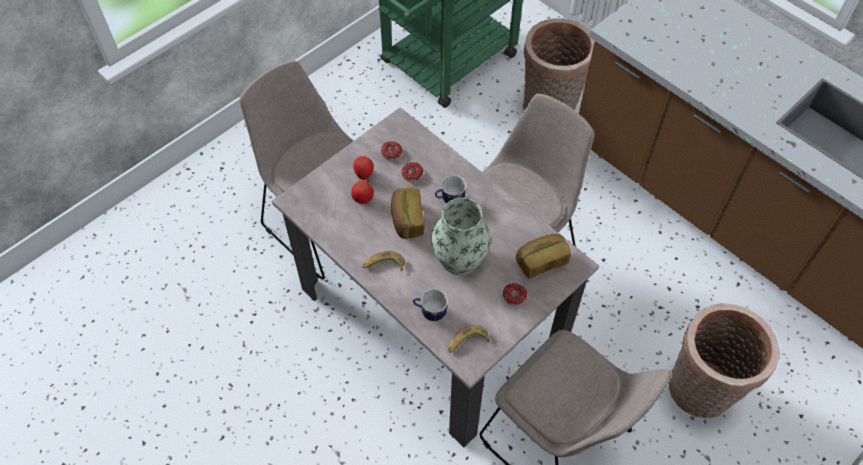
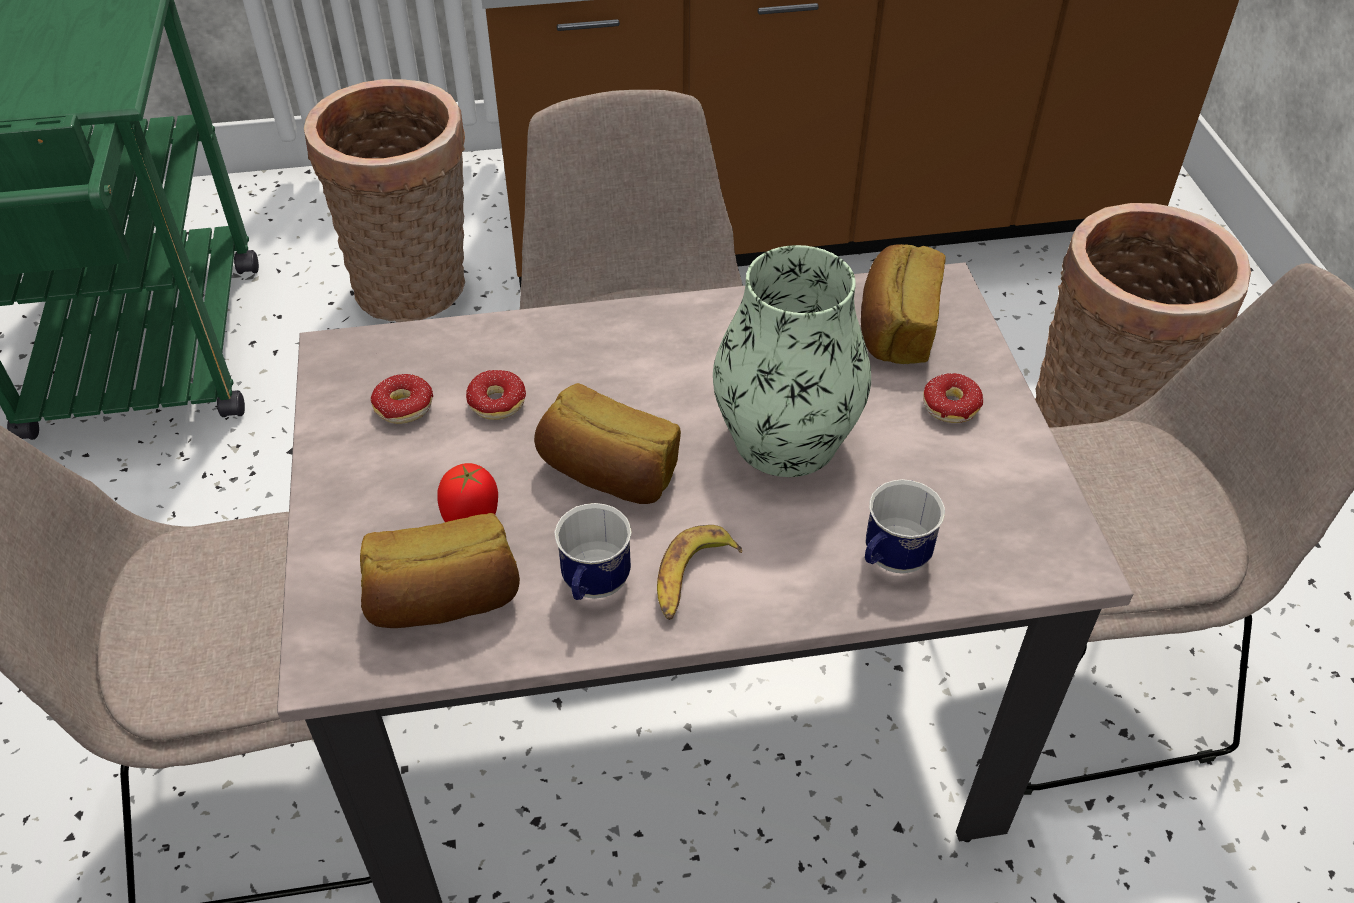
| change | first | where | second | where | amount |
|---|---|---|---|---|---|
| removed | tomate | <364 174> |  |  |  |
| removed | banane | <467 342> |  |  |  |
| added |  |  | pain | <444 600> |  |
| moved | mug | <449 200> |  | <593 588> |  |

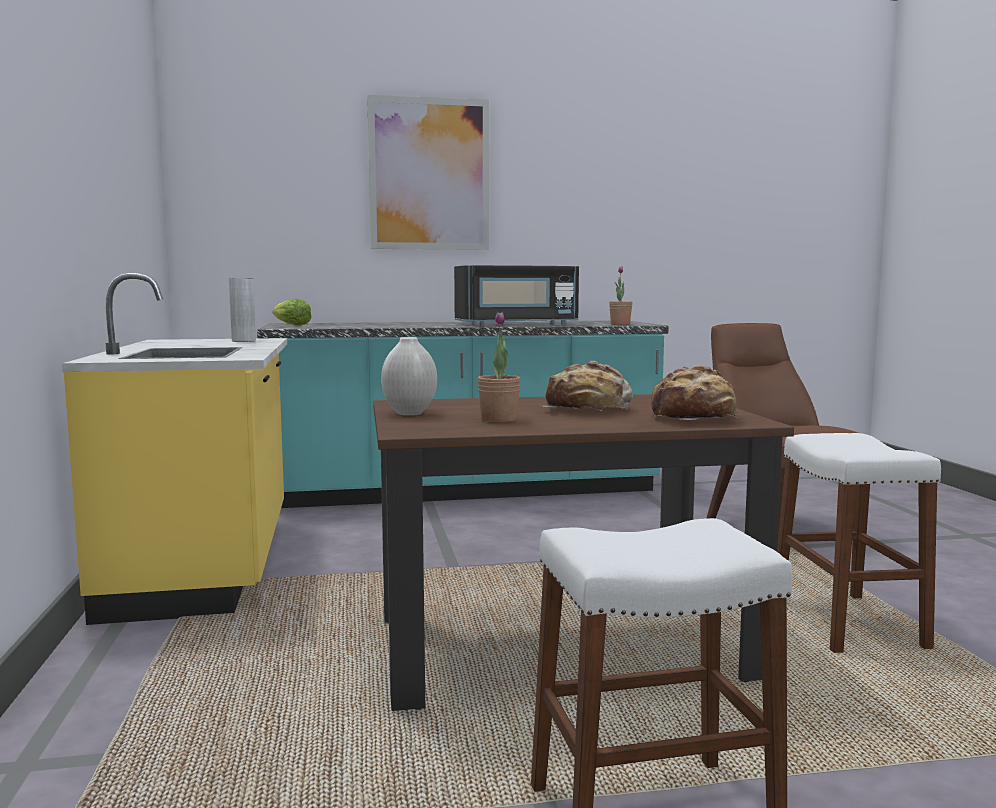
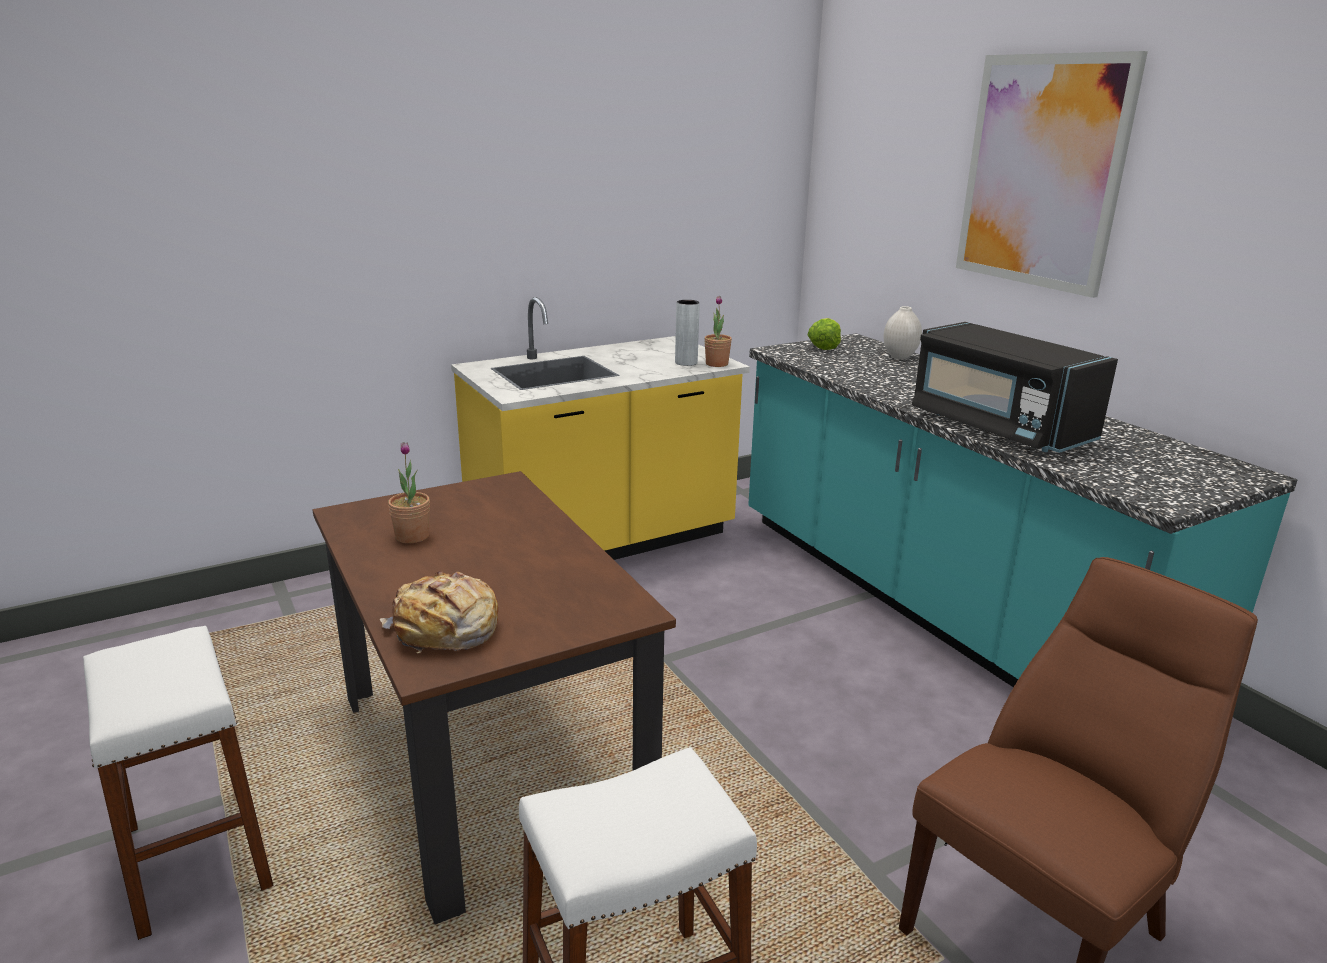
| change | first | where | second | where | amount |
|---|---|---|---|---|---|
| removed | pain | <588 409> |  |  |  |
| moved | vase/blanc | <409 413> |  | <899 357> |  |
| moved | plante en pot | <620 324> |  | <717 364> |  |

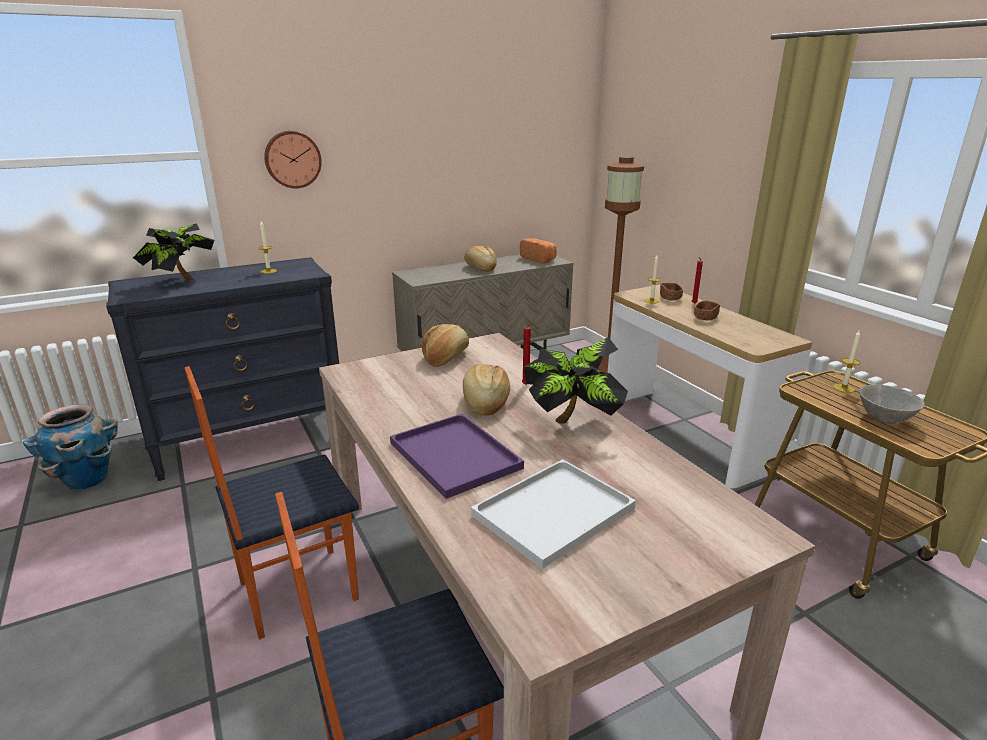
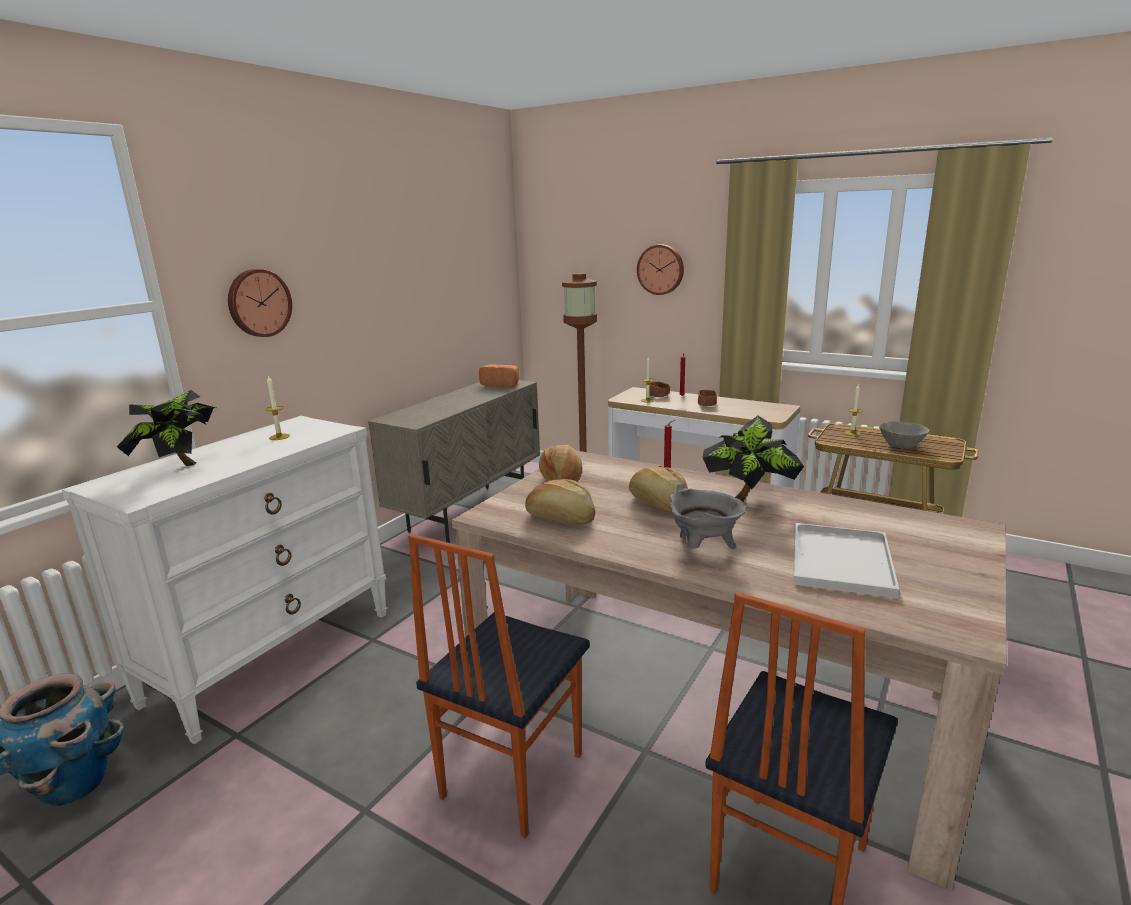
| change | first | where | second | where | amount |
|---|---|---|---|---|---|
| added |  |  | horloge murale | <661 269> |  |
| moved | pain | <480 268> |  | <560 518> |  |
| replaced | plateau/violet | <452 455> | marmite/gris | <703 549> |  |
| recoloured | commode/noir | <252 439> | commode/blanc | <273 655> |  |

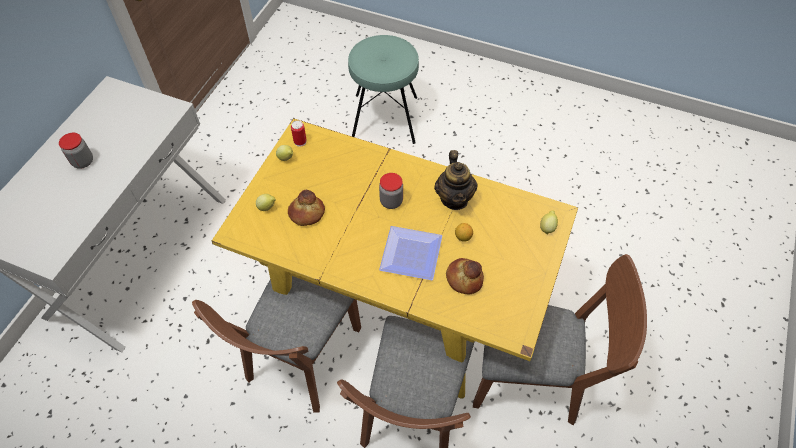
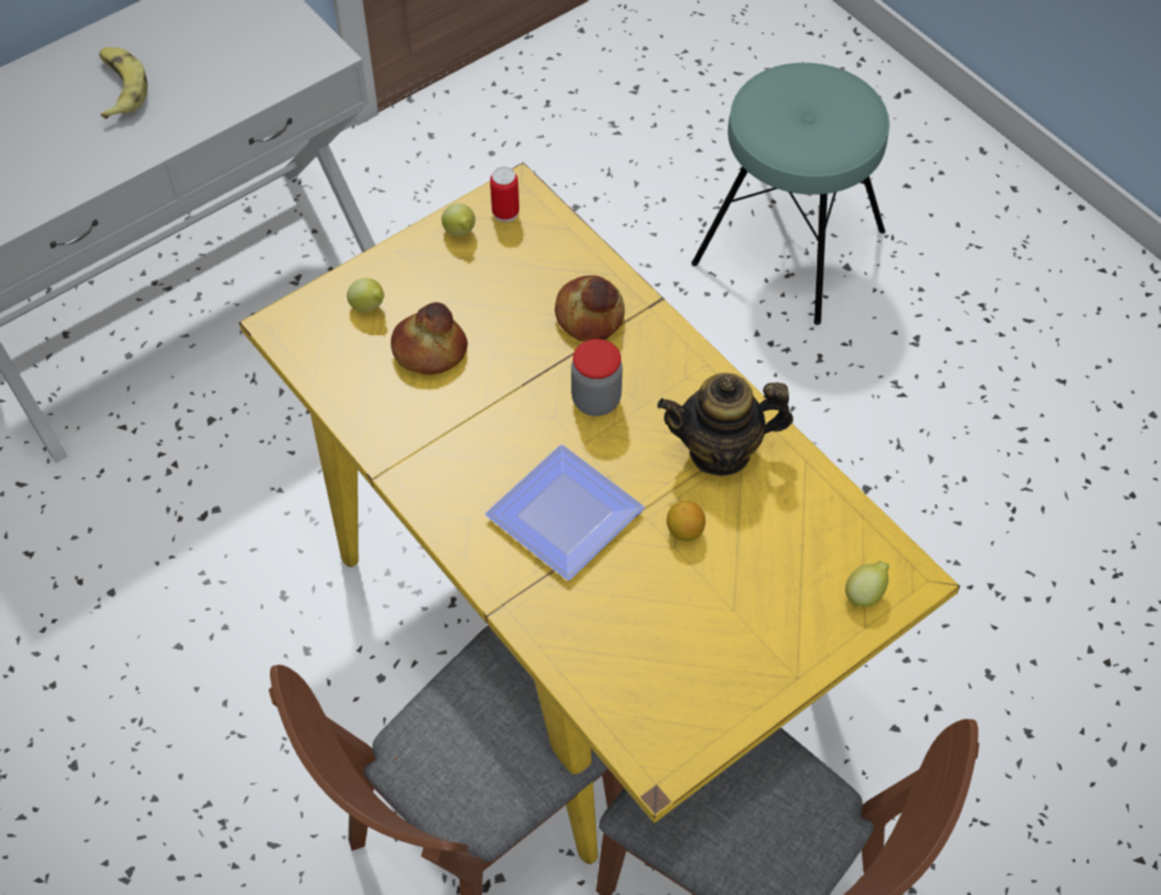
| change | first | where | second | where | amount |
|---|---|---|---|---|---|
| removed | chaise/marron | <300 362> |  |  |  |
| moved | pain | <464 279> |  | <590 316> |  |
| replaced | bocal | <83 161> | banane | <120 88> |  |
| turned | théière | <454 198> |  | <720 451> | 60 degrees clockwise |

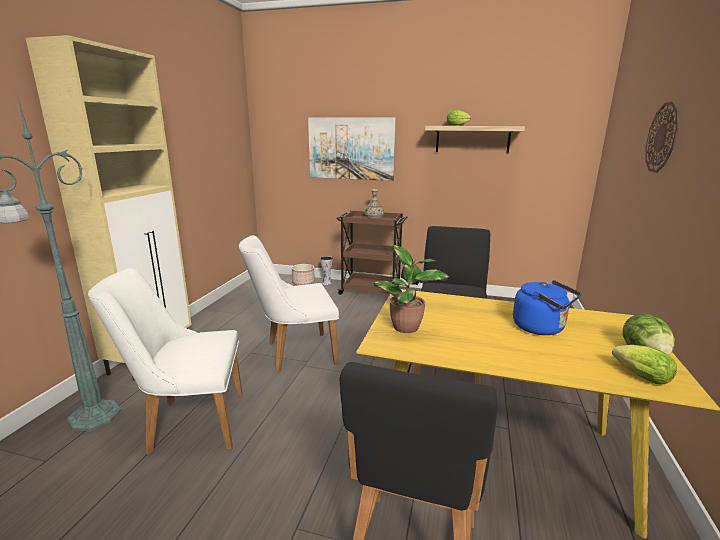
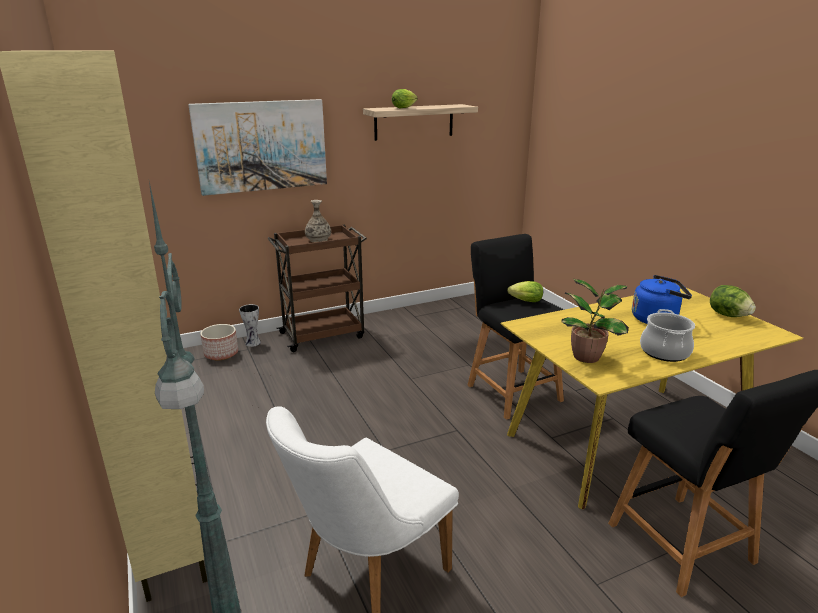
| change | first | where | second | where | amount |
|---|---|---|---|---|---|
| removed | chaise/blanc | <294 353> |  |  |  |
| removed | horloge murale | <662 137> |  |  |  |
| added |  |  | marmite | <665 352> |  |
| moved | laitue | <638 376> |  | <524 301> |  |

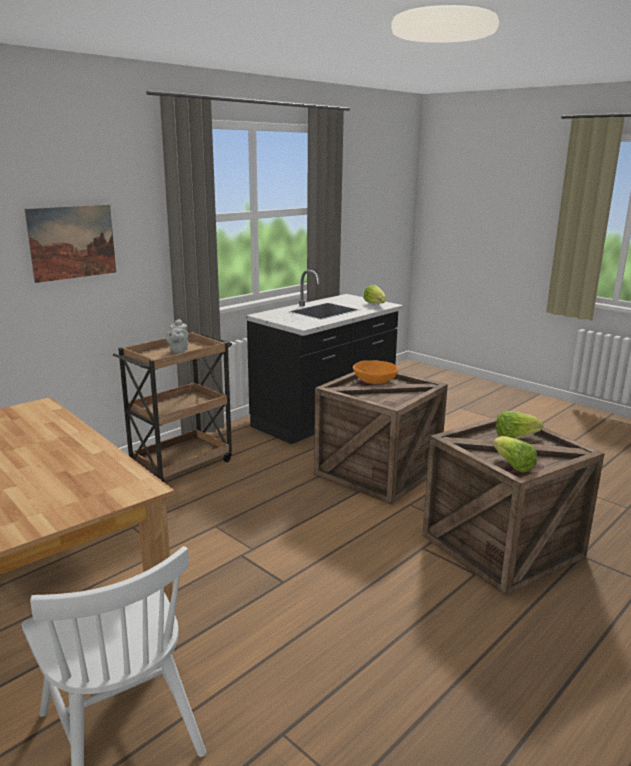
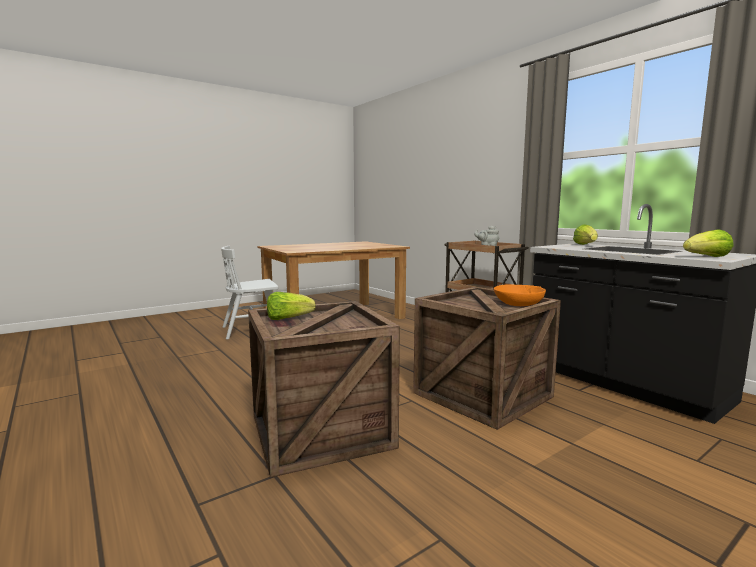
| change | first | where | second | where | amount |
|---|---|---|---|---|---|
| removed | tableau | <72 242> |  |  |  |
| moved | laitue | <515 436> |  | <585 245> |  |

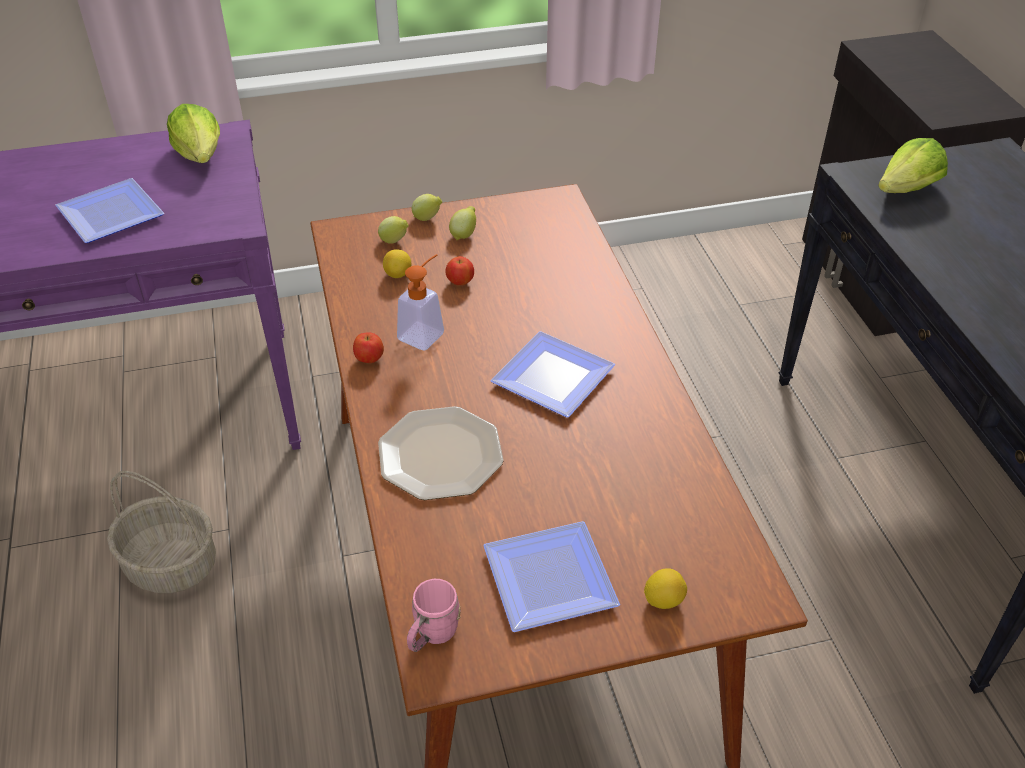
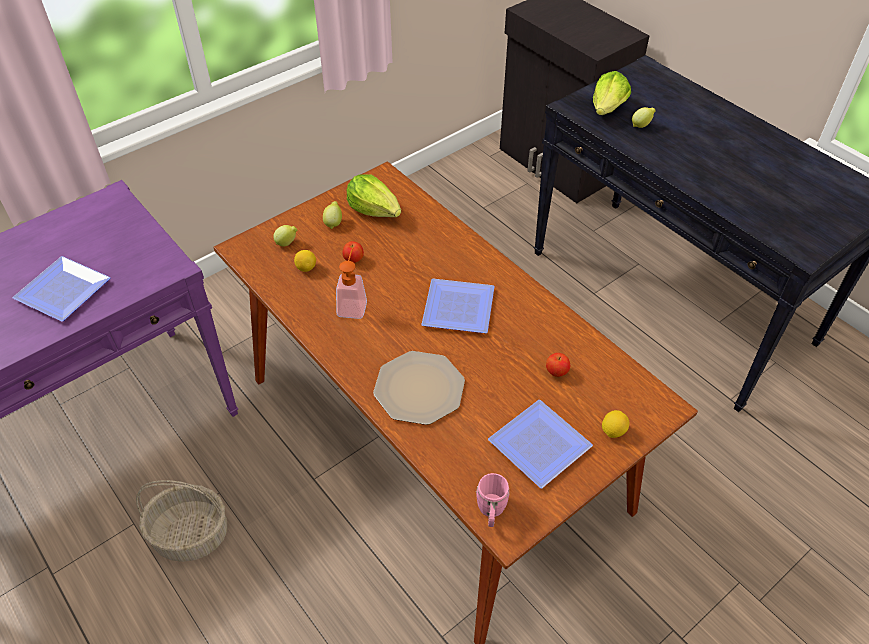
| change | first | where | second | where | amount |
|---|---|---|---|---|---|
| moved | laitue | <200 155> |  | <374 210> |  |
| moved | pomme | <369 359> |  | <556 372> |  |
| moved | citron | <427 218> |  | <641 125> |  |

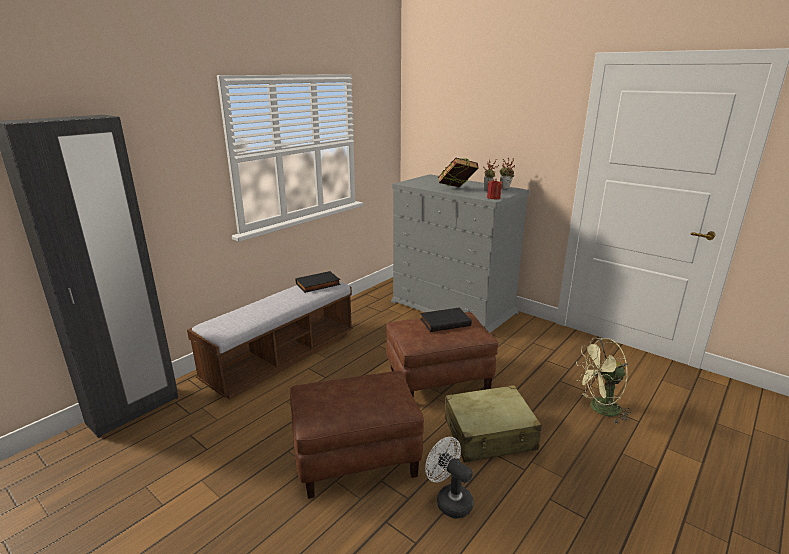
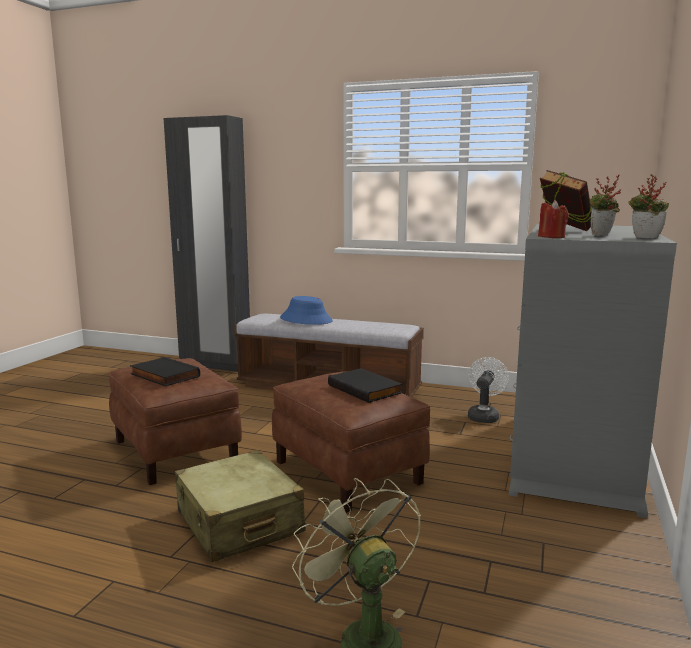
| change | first | where | second | where | amount |
|---|---|---|---|---|---|
| added |  |  | chapeau/bleu | <306 320> |  |
| moved | livre/noir | <318 284> |  | <163 376> |  |
| moved | ventilateur/blanc | <449 500> |  | <484 416> |  |

